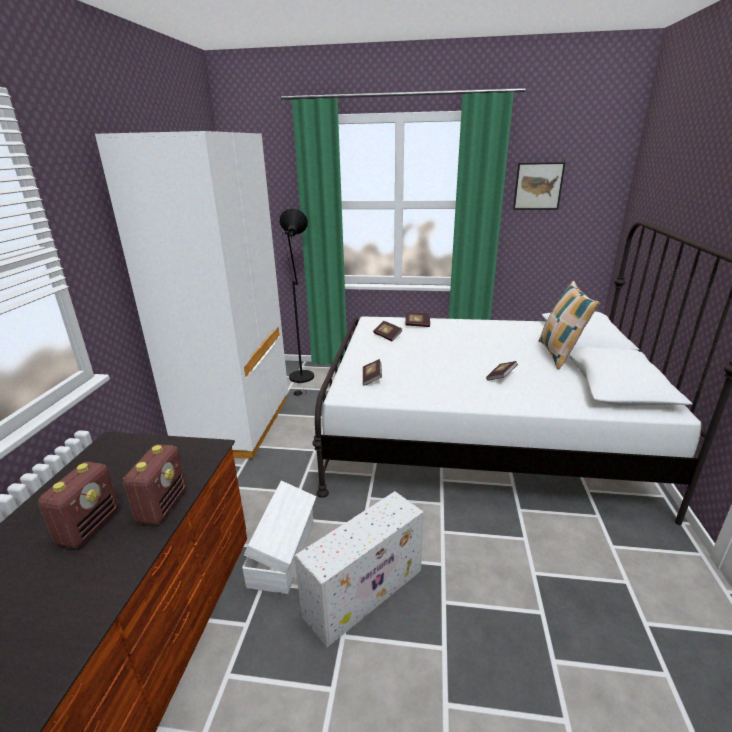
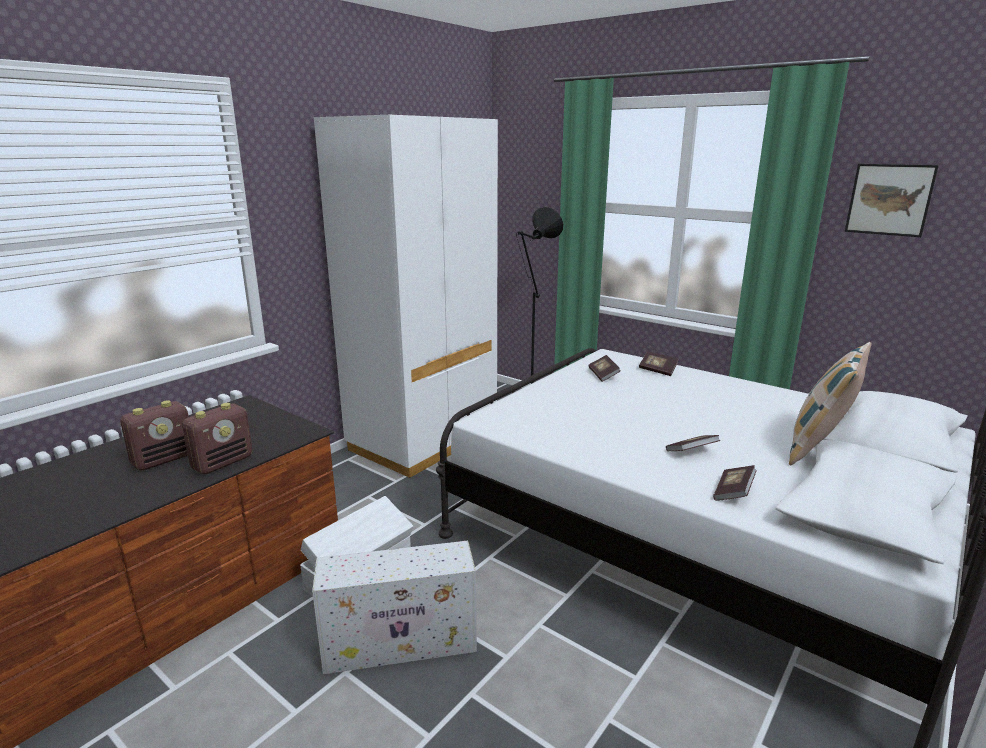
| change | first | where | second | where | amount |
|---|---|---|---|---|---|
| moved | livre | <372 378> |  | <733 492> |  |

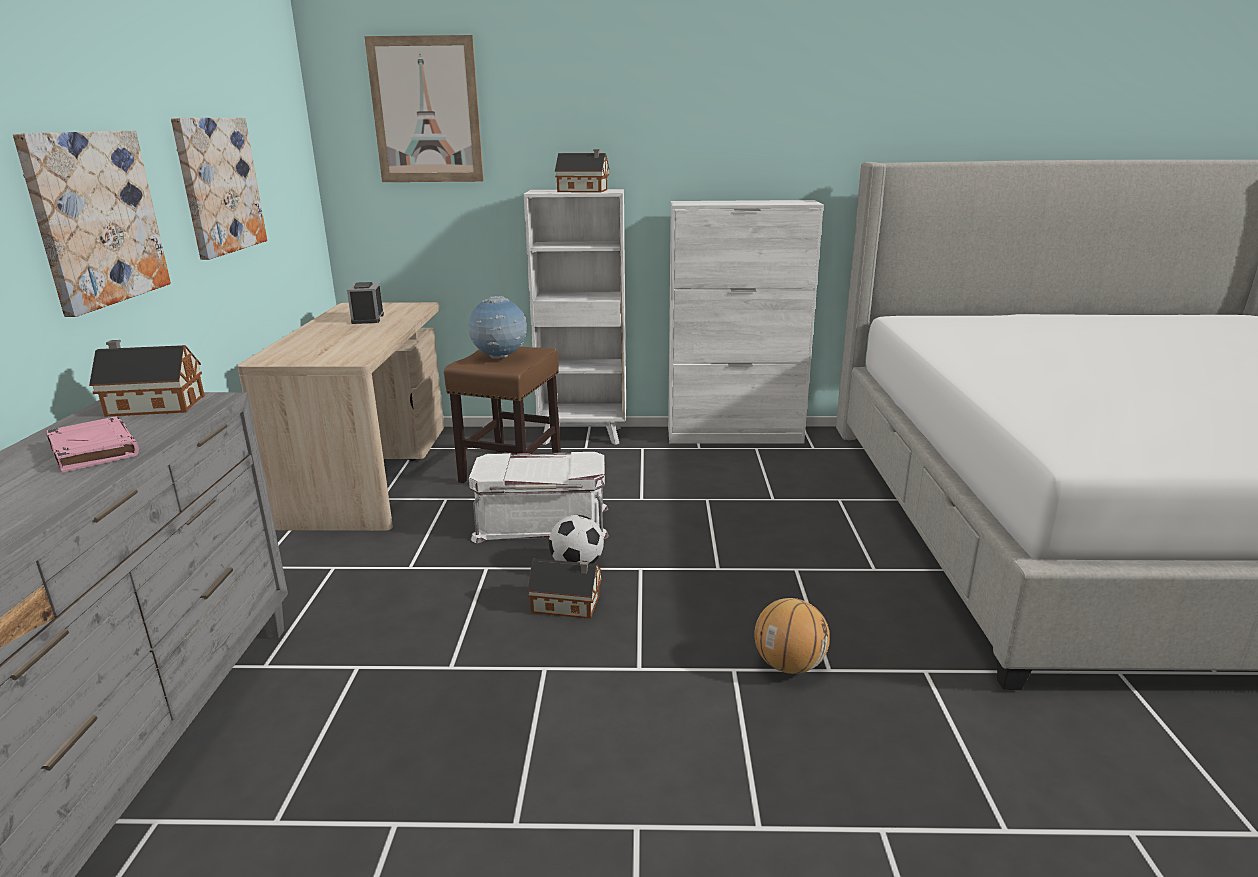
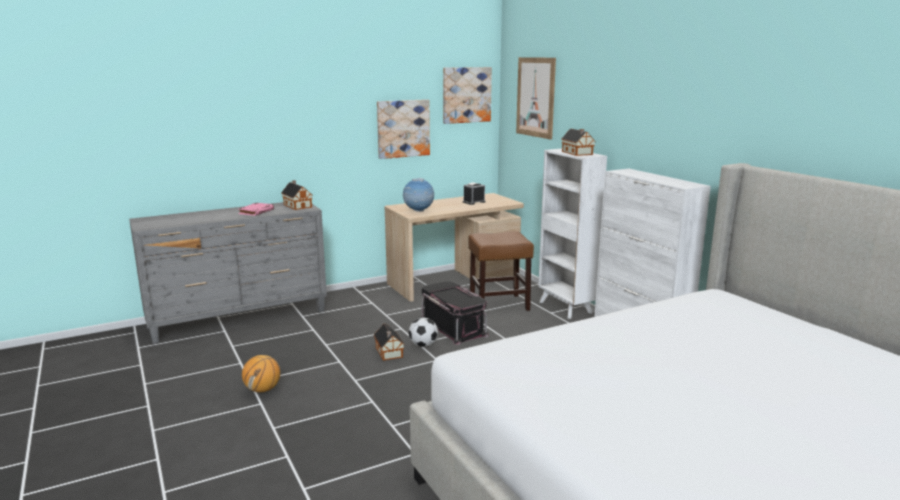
| change | first | where | second | where | amount |
|---|---|---|---|---|---|
| moved | tableau | <95 218> |  | <466 95> |  |
| moved | globe | <500 358> |  | <418 211> |  |
| moved | ballon de basket | <789 665> |  | <263 390> |  |
| recoloured | boîte de rangement/blanc | <542 522> | boîte de rangement/noir | <454 327> |  |

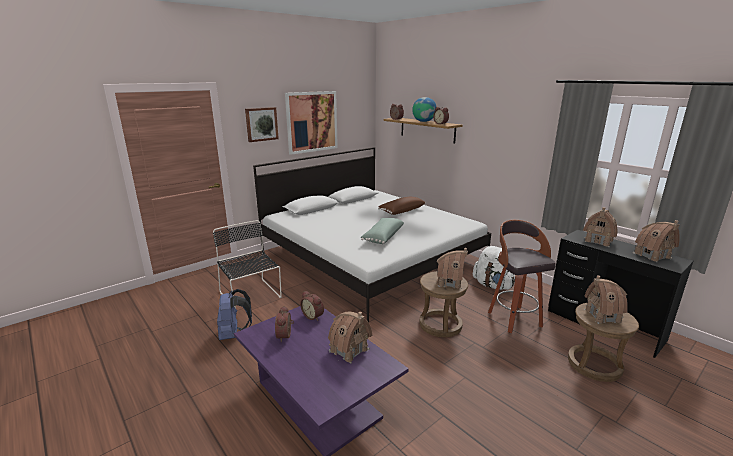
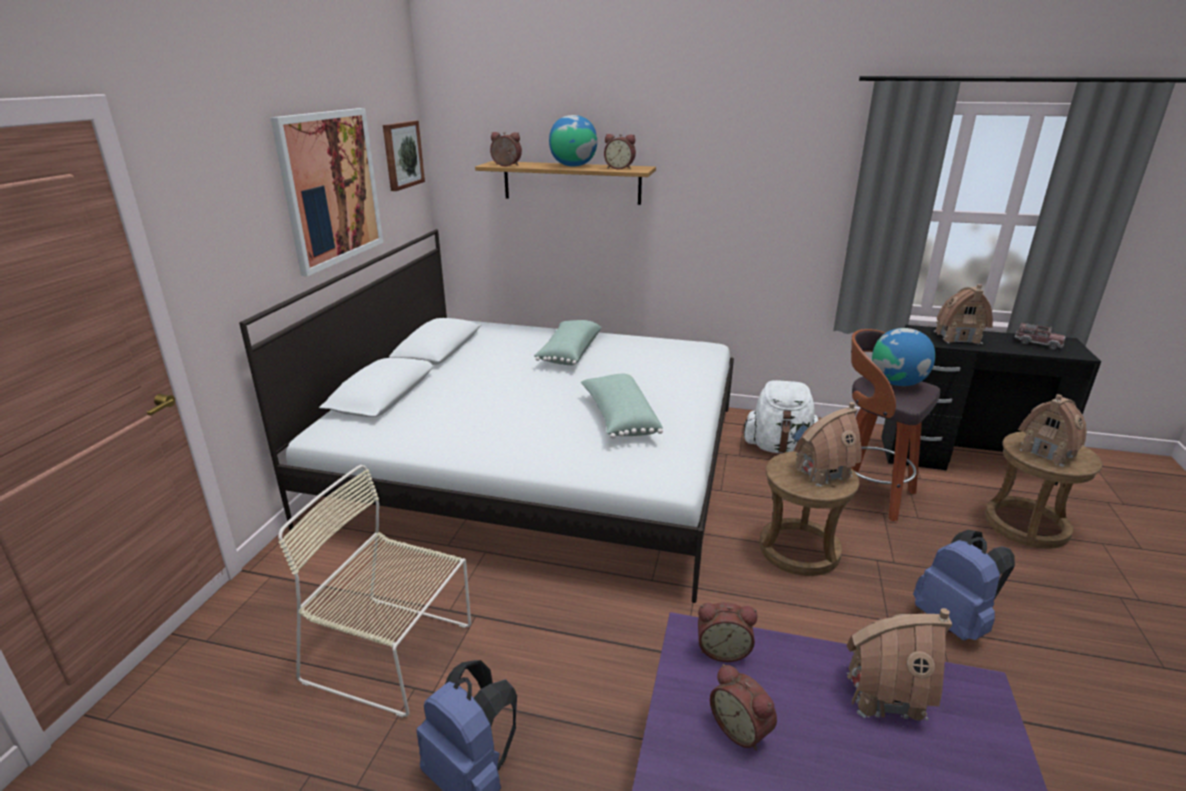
| change | first | where | second | where | amount |
|---|---|---|---|---|---|
| added |  |  | globe | <897 383> |  |
| added |  |  | sac à dos/bleu | <953 621> |  |
| moved | tableau | <261 124> |  | <402 155> |  |
| replaced | maison miniature | <652 255> | camion jouet | <1037 343> |  |
| recoloured | chaise/noir | <251 296> | chaise/beige | <393 654> |  |
| recoloured | coussin/marron | <401 211> | coussin/vert | <568 353> |  |

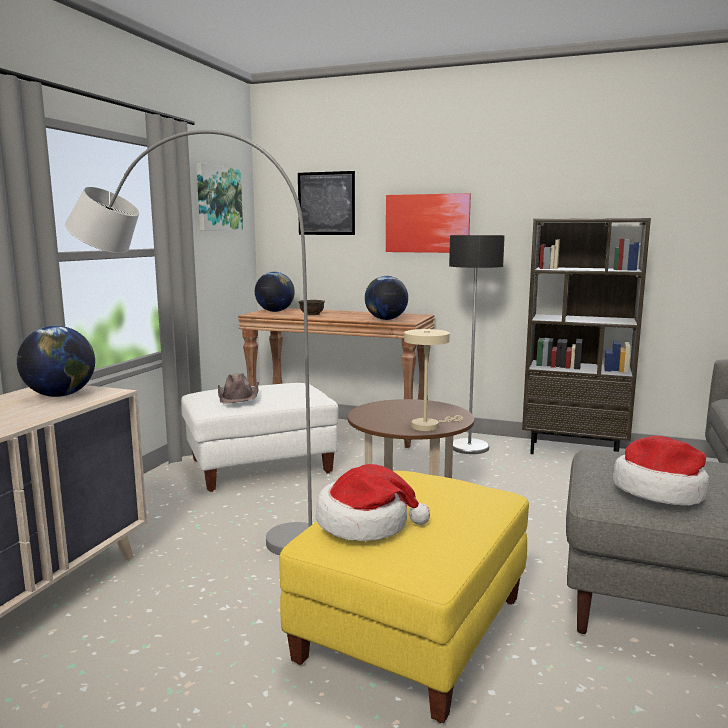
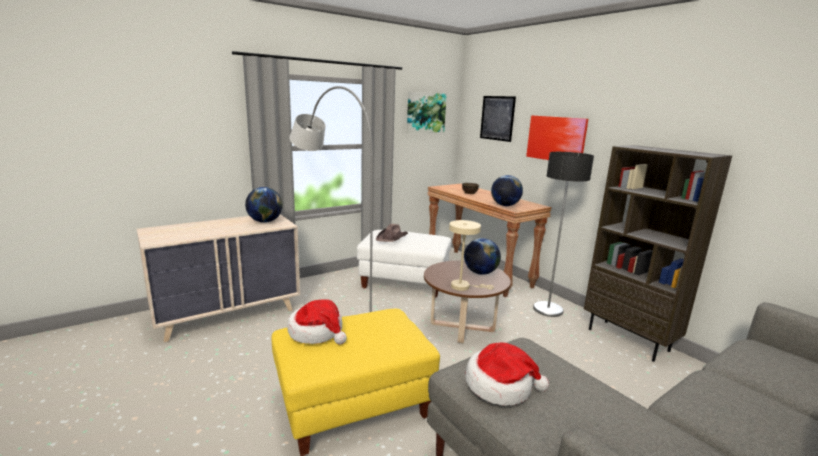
| change | first | where | second | where | amount |
|---|---|---|---|---|---|
| moved | globe | <275 311> |  | <480 273> |  |

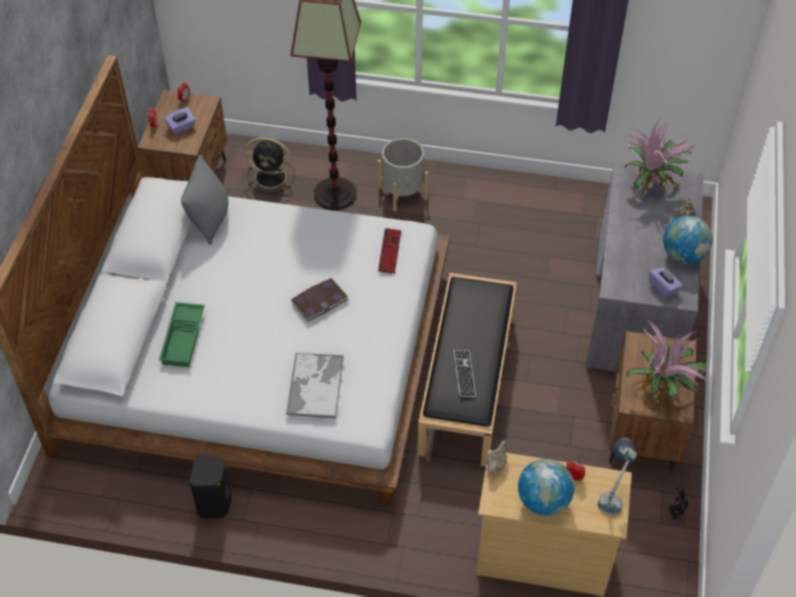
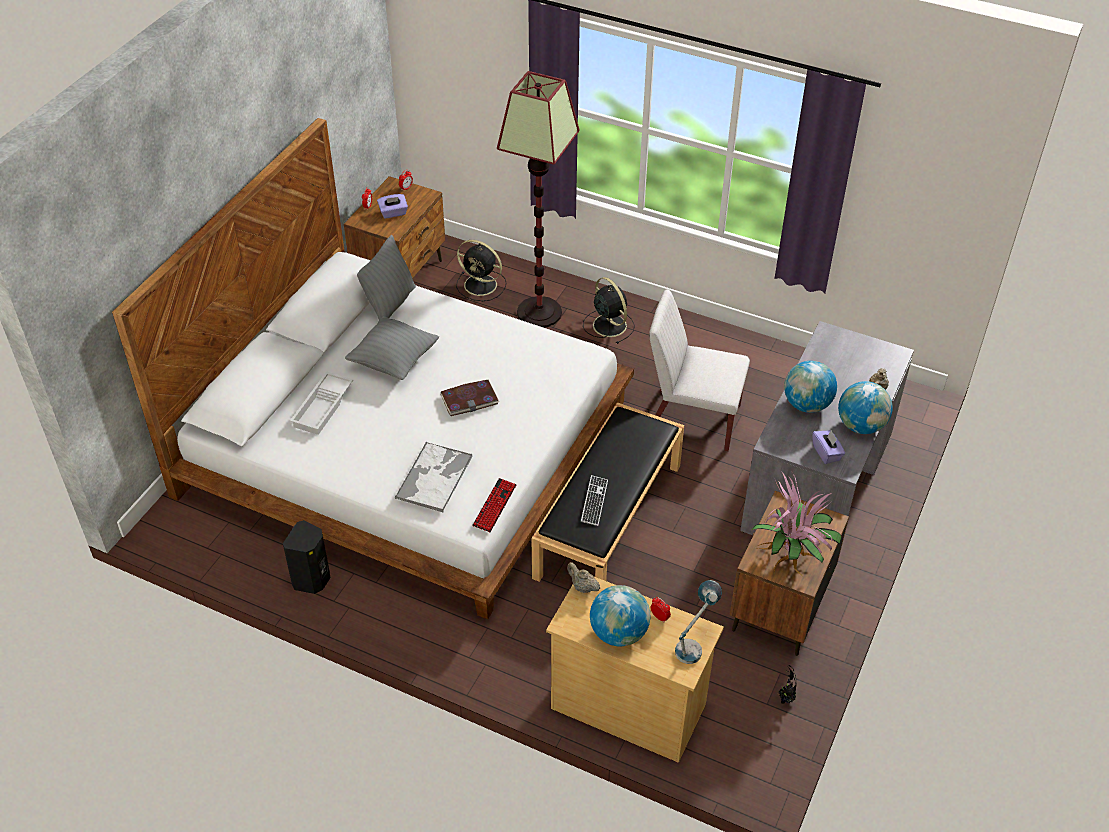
| change | first | where | second | where | amount |
|---|---|---|---|---|---|
| removed | plante en pot | <651 185> |  |  |  |
| added |  |  | coussin/gris | <394 361> |  |
| added |  |  | chaise/blanc | <692 419> |  |
| added |  |  | globe | <806 404> |  |
| moved | clavier | <389 251> |  | <494 506> |  |
| replaced | cache-pot/gris | <402 193> | ventilateur/noir | <608 324> |  |
| recoloured | plateau/vert | <184 338> | plateau/blanc | <324 407> |  |
| turned | théière/beige | <496 464> |  | <582 587> | 90 degrees counterclockwise |

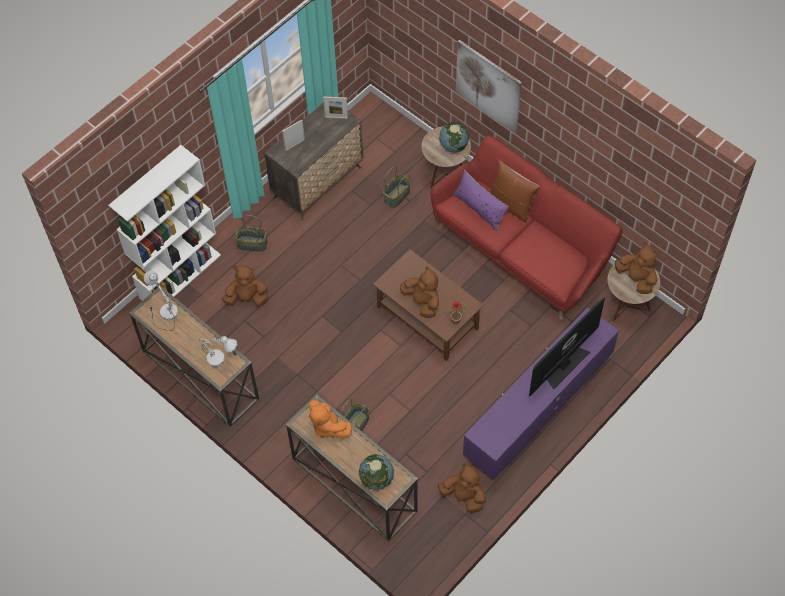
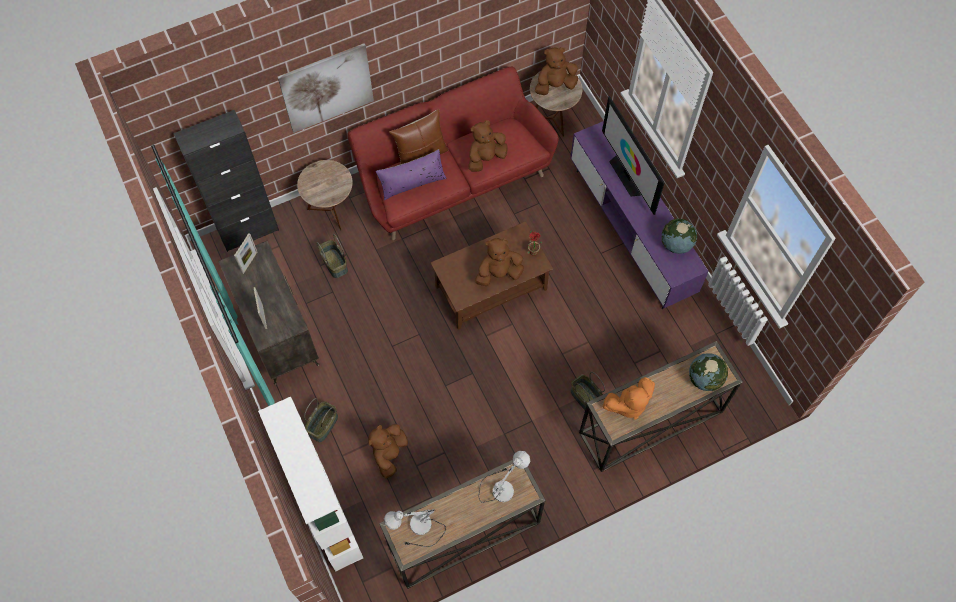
| change | first | where | second | where | amount |
|---|---|---|---|---|---|
| added |  |  | meuble de rangement/noir | <248 231> |  |
| moved | peluche/marron | <463 496> |  | <486 158> |  |
| moved | globe | <453 145> |  | <676 244> |  |

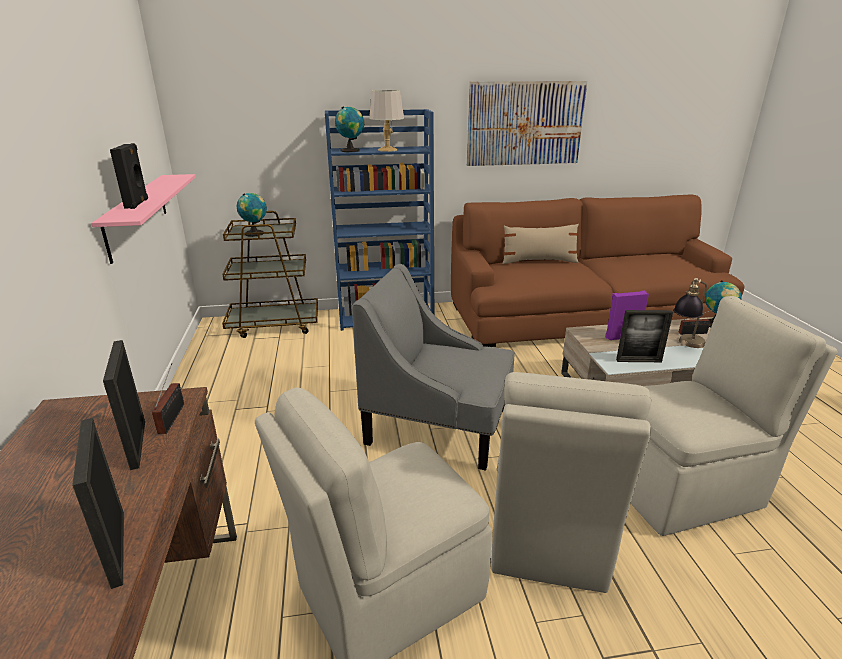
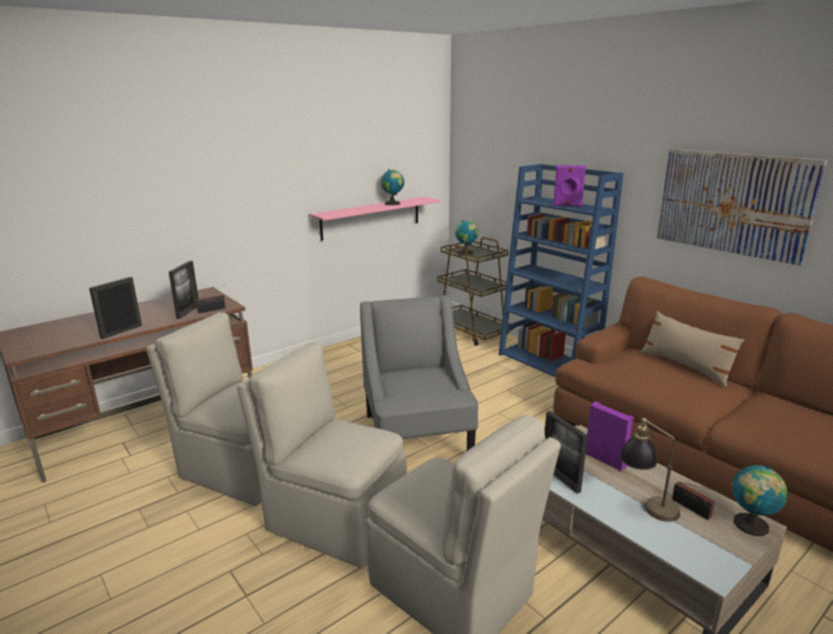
| change | first | where | second | where | amount |
|---|---|---|---|---|---|
| removed | enceinte/noir | <137 204> |  |  |  |
| moved | globe | <351 150> |  | <393 203> |  |
| replaced | lampe de table/gris | <387 150> | enceinte/violet | <567 206> |  |
| turned | cadre photo | <138 444> |  | <188 312> | 150 degrees clockwise |
| turned | chaise/beige | <547 532> |  | <334 519> | 45 degrees clockwise |

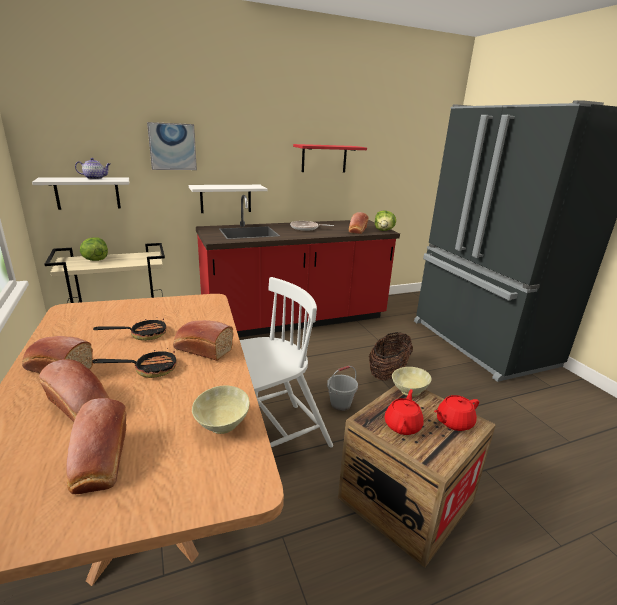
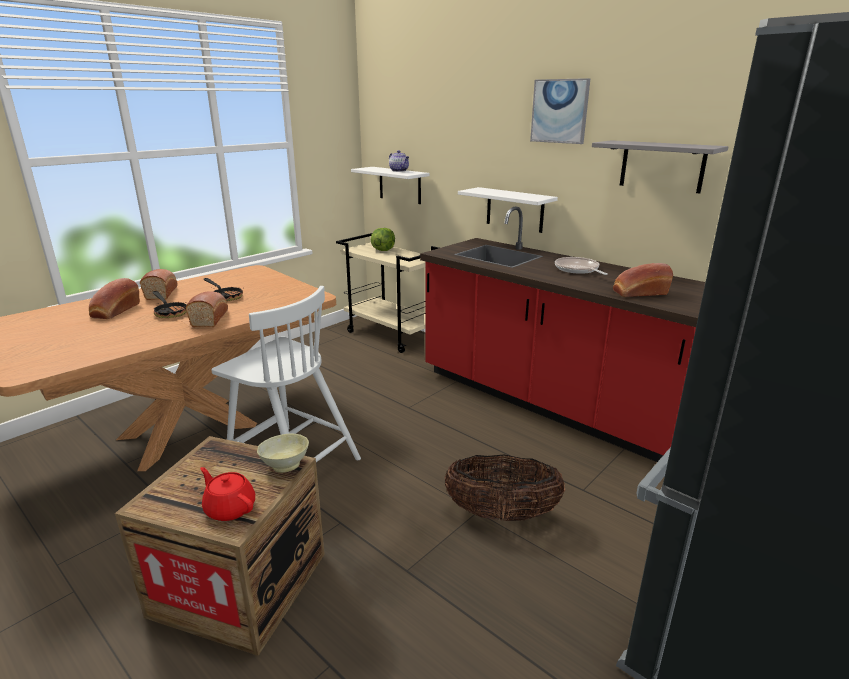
| change | first | where | second | where | amount |
|---|---|---|---|---|---|
| removed | pain | <100 462> |  |  |  |
| removed | bol/beige | <221 425> |  |  |  |
| removed | seau/gris | <340 404> |  |  |  |
| removed | laitue | <383 230> |  |  |  |
| removed | théière/rouge | <403 425> |  |  |  |
| moved | tableau | <172 146> |  | <559 111> |  |
| recoloured | étagère/rouge | <324 158> | étagère/gris | <662 166> |  |

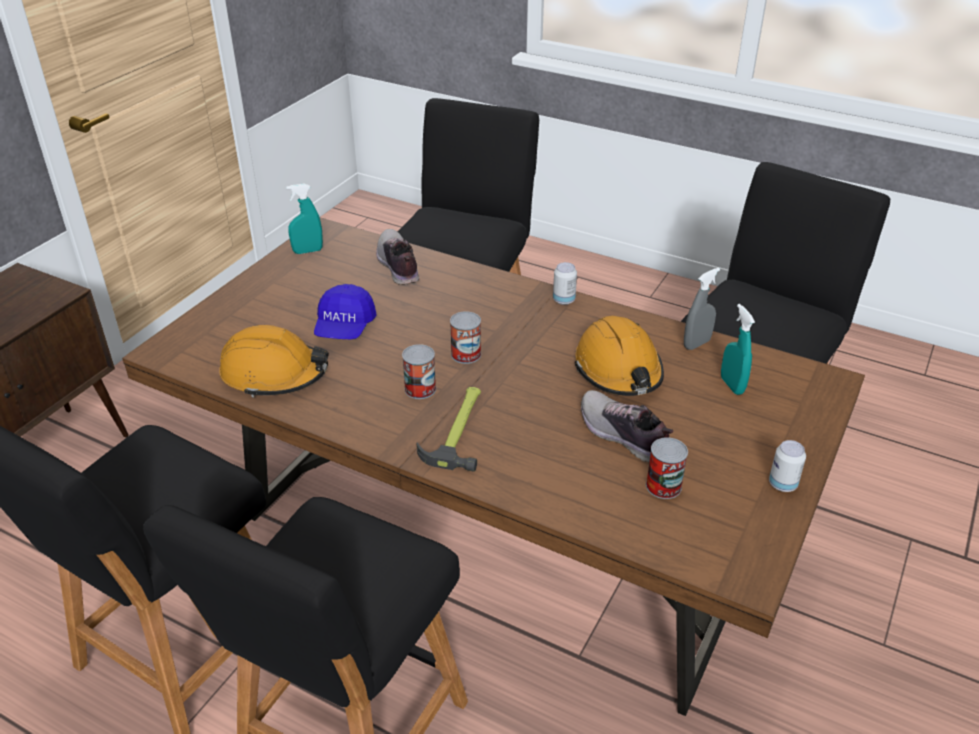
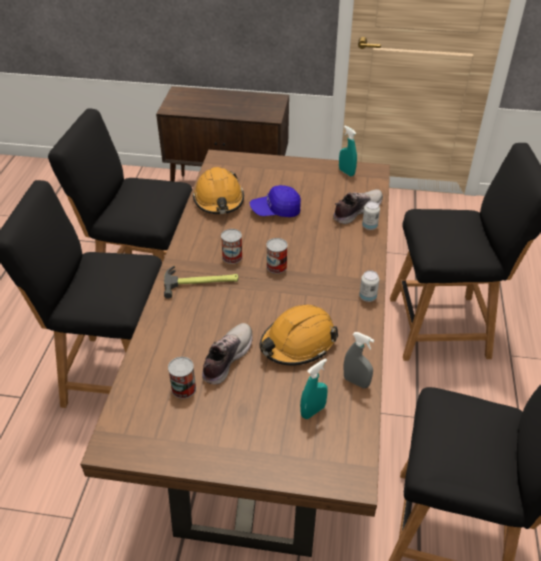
| change | first | where | second | where | amount |
|---|---|---|---|---|---|
| moved | boîte métallique | <782 484> |  | <369 226> |  |

